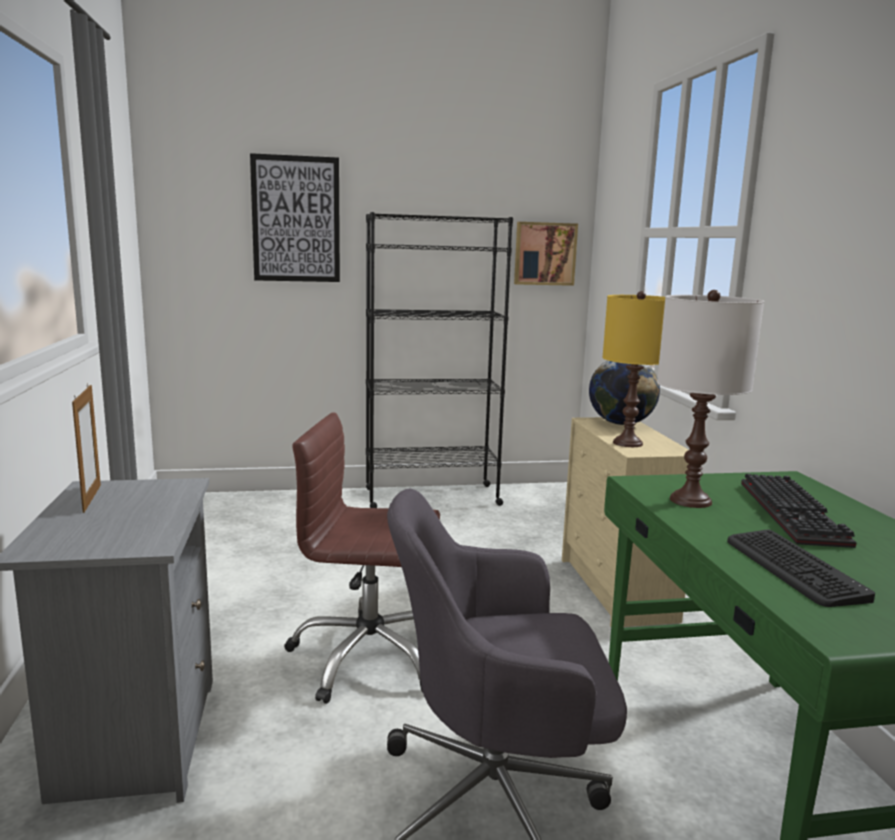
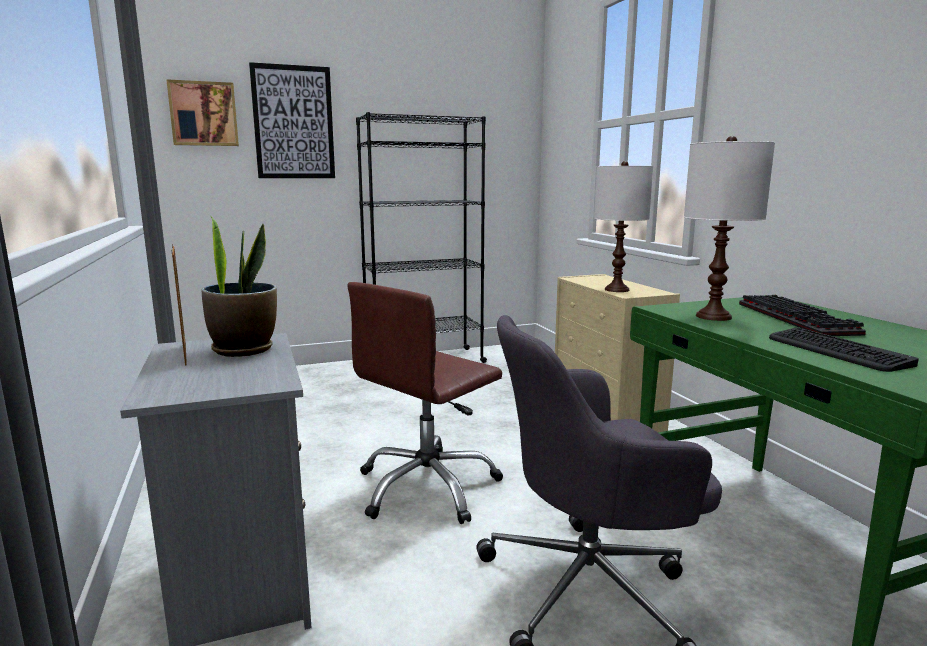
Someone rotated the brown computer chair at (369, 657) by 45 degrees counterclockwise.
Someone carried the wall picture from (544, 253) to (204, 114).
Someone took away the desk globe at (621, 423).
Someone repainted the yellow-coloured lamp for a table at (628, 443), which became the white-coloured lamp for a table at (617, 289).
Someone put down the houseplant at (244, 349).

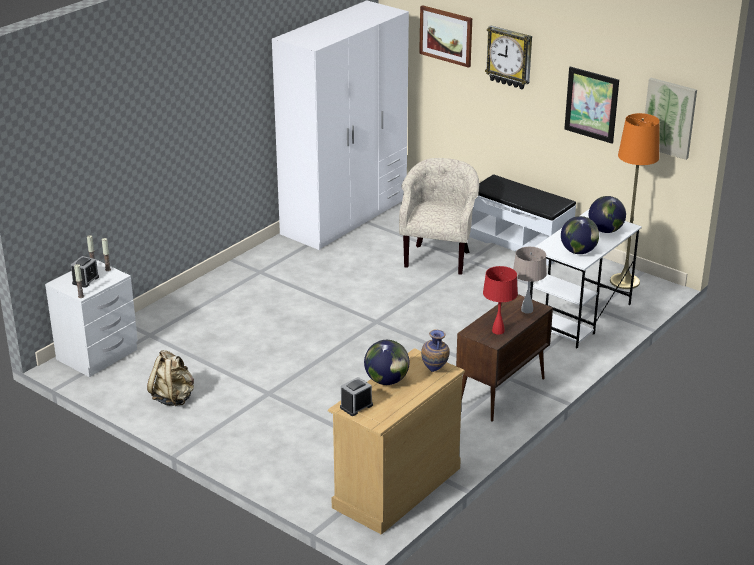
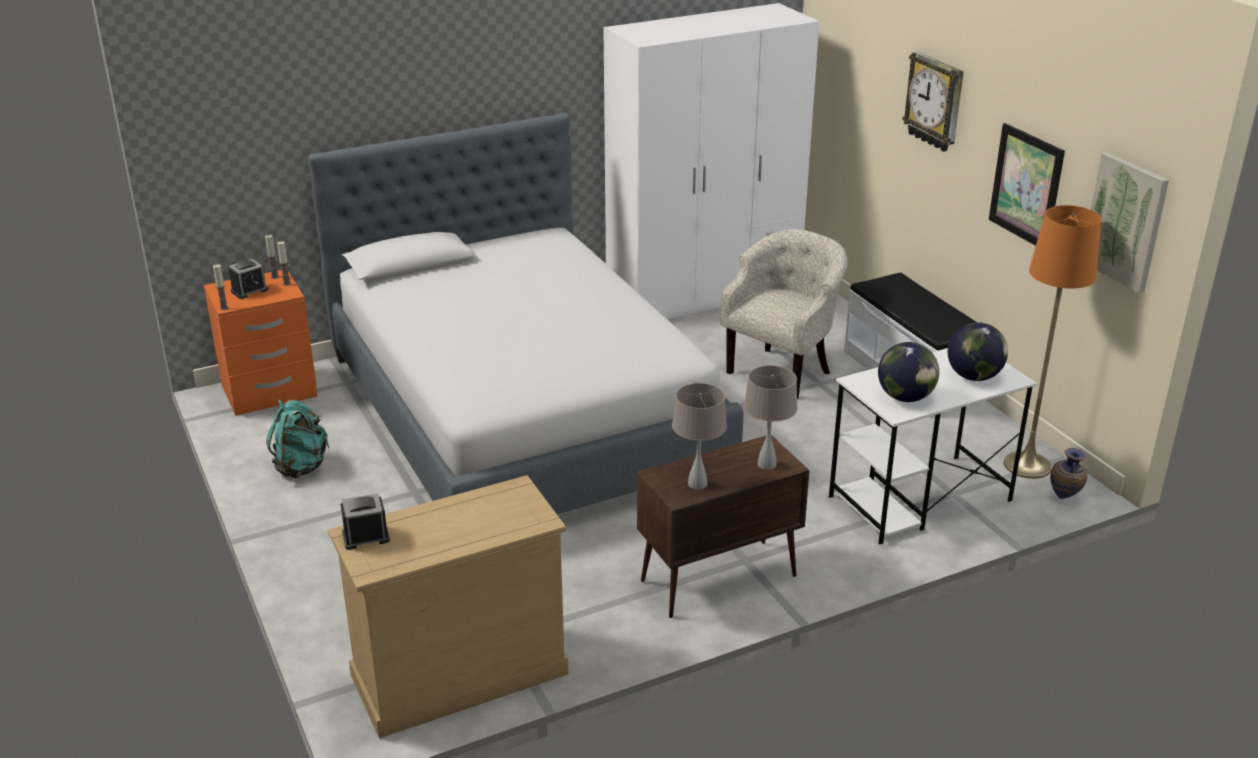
Someone repainted the white-coloured nightstand at (98, 355), which became the orange nightstand at (269, 392).
Someone repainted the sand-coloured backpack at (173, 398), which became the turquoise-coloured backpack at (301, 467).
Someone took away the desk globe at (387, 381).
Someone took away the wall picture at (446, 35).
Someone carried the flower vase from (435, 371) to (1064, 498).
Someone repainted the reddish lamp for a table at (498, 331), which became the sand-coloured lamp for a table at (697, 484).
Someone put down the bedroom bed at (522, 414).

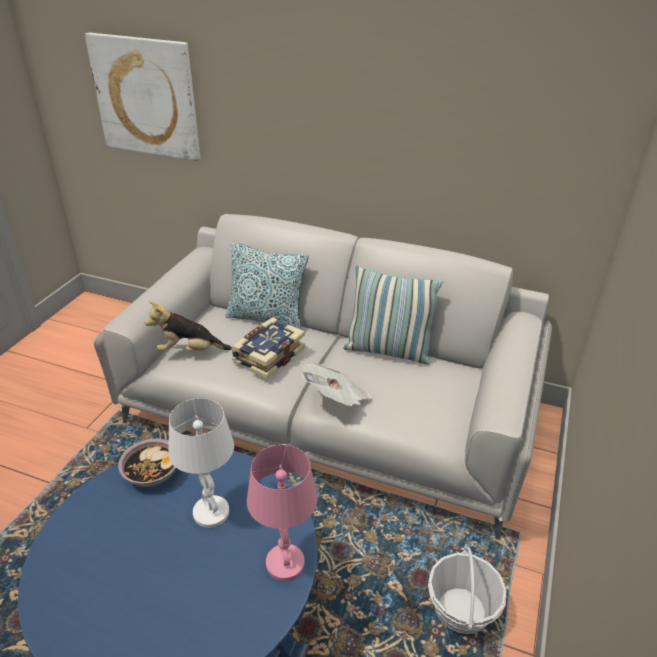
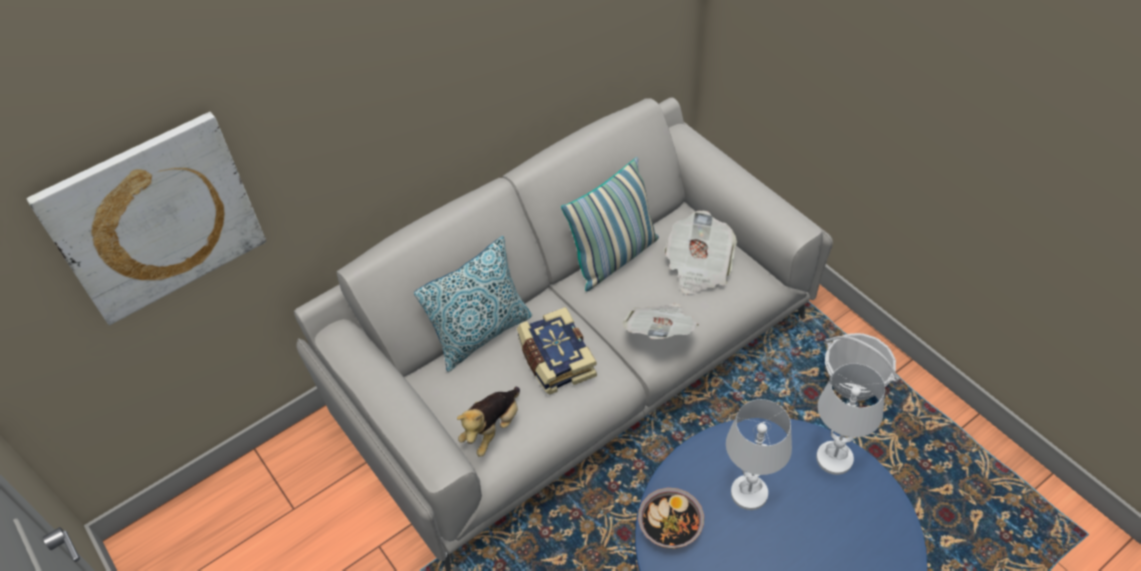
Someone repainted the pink lamp for a table at (284, 563), which became the white-coloured lamp for a table at (834, 458).
Someone put down the newspaper at (698, 267).

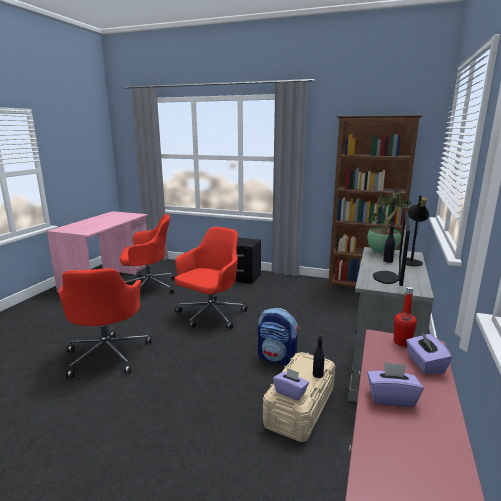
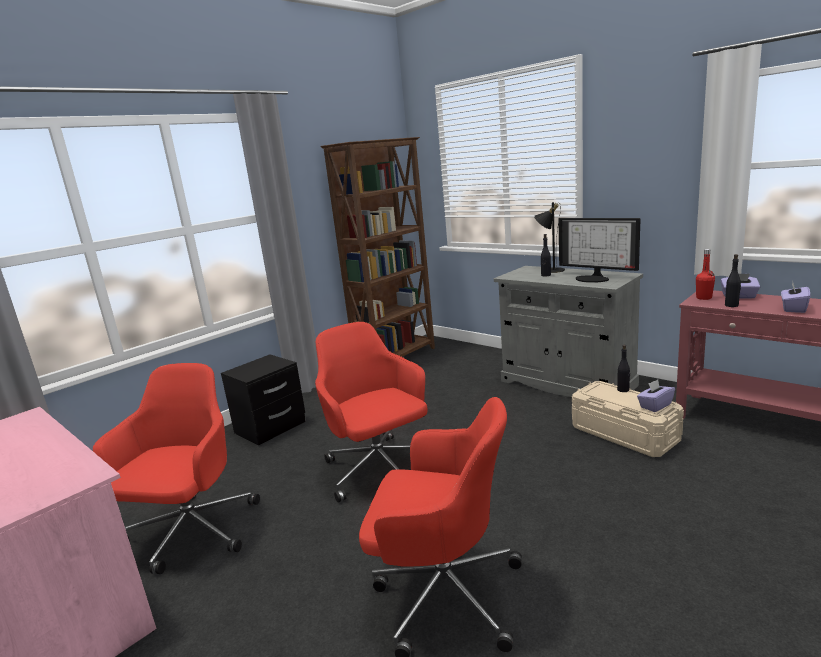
Someone took away the backpack at (277, 358).
Someone took away the houseplant at (382, 252).
Someone put down the black-coloured beverage bottle at (731, 305).

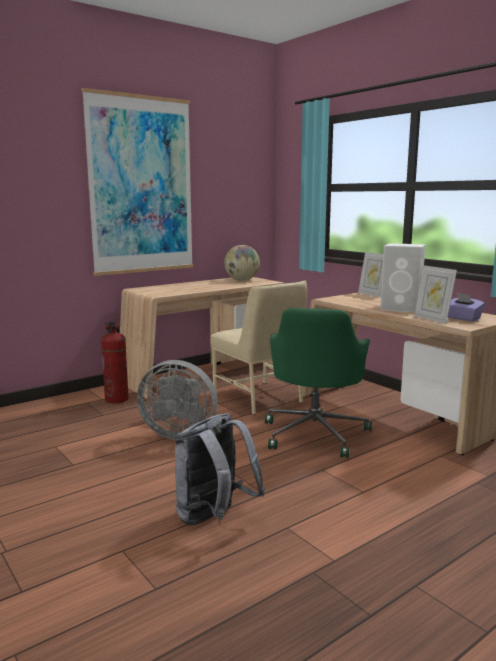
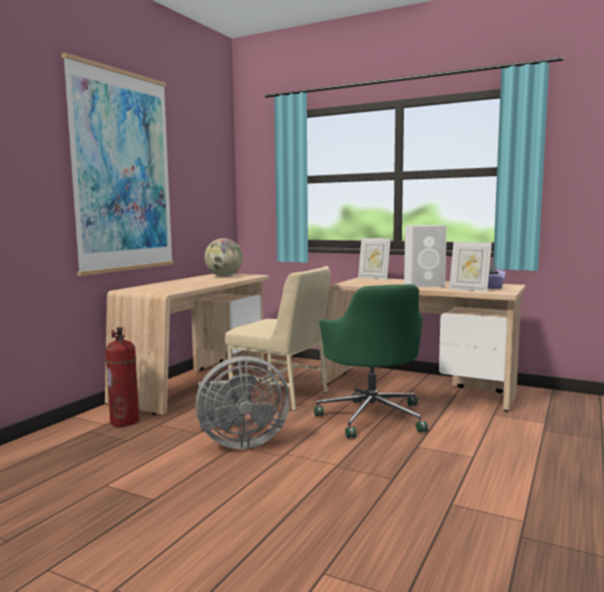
Someone took away the gray backpack at (214, 518).

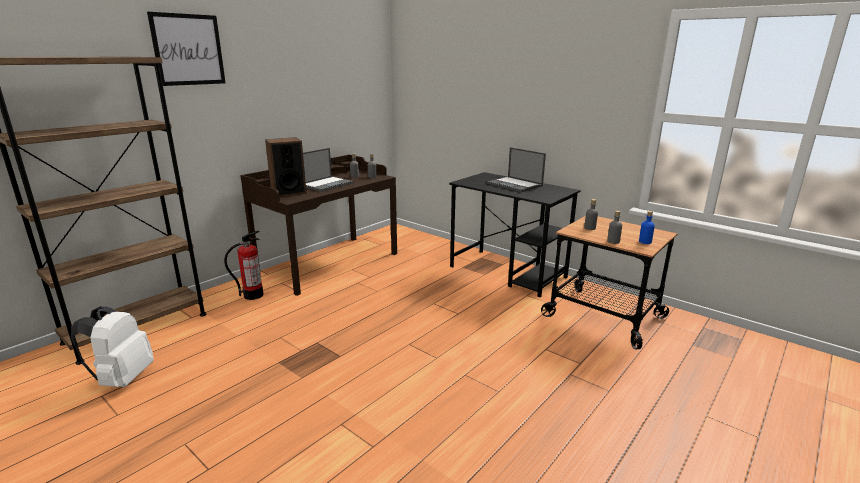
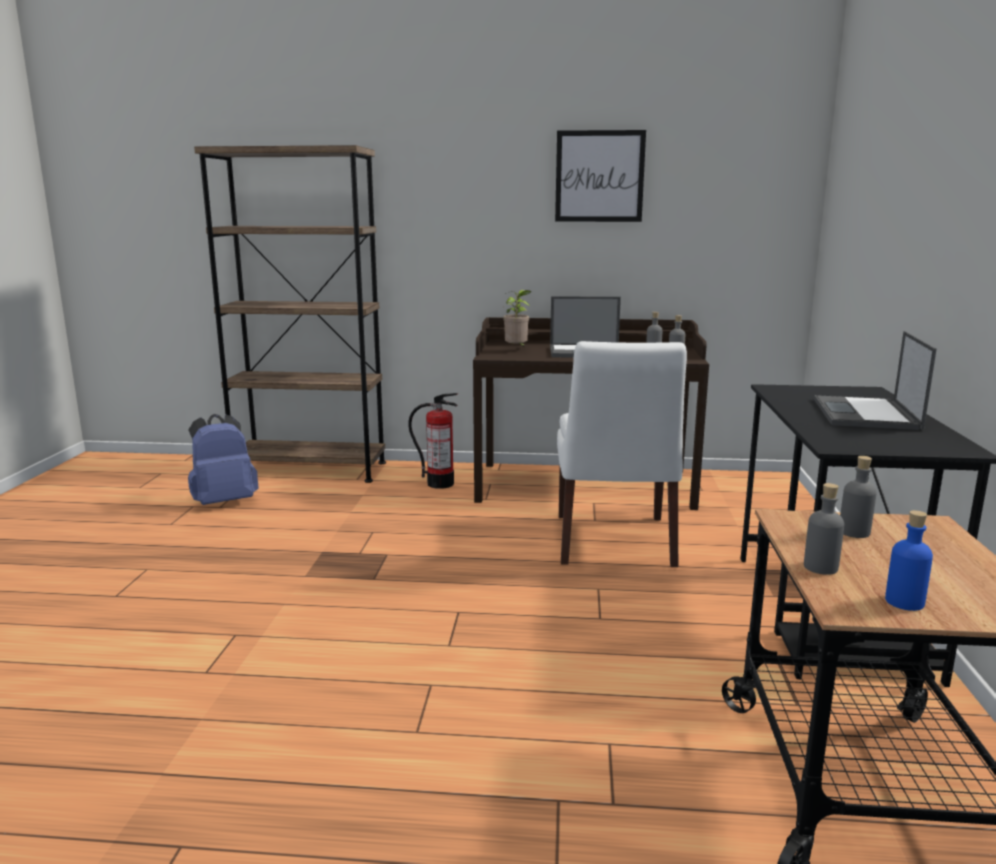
Someone repainted the white-coloured backpack at (122, 379), which became the blue backpack at (224, 501).
Someone carried the wall picture from (188, 50) to (599, 176).
Someone swapped the speaker at (288, 192) for the houseplant at (517, 350).
Someone put down the white-coloured upright chair at (614, 542).

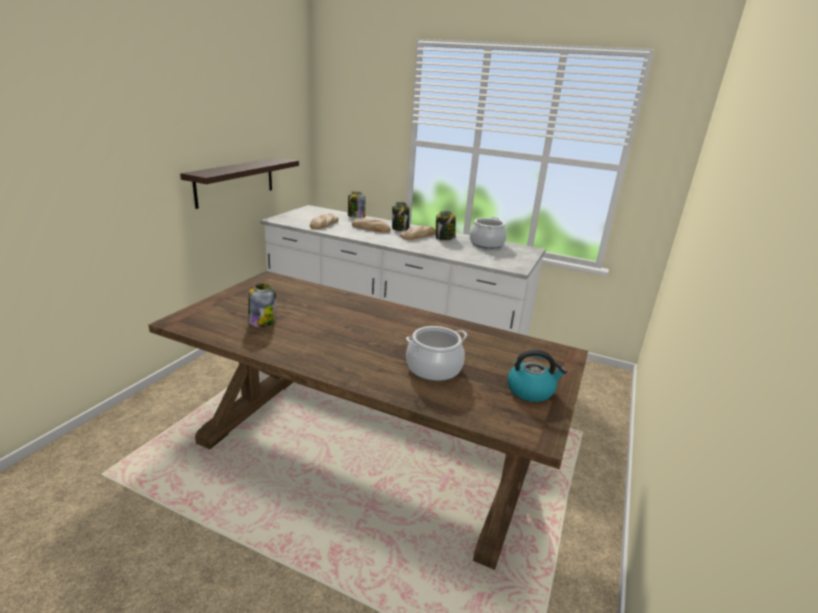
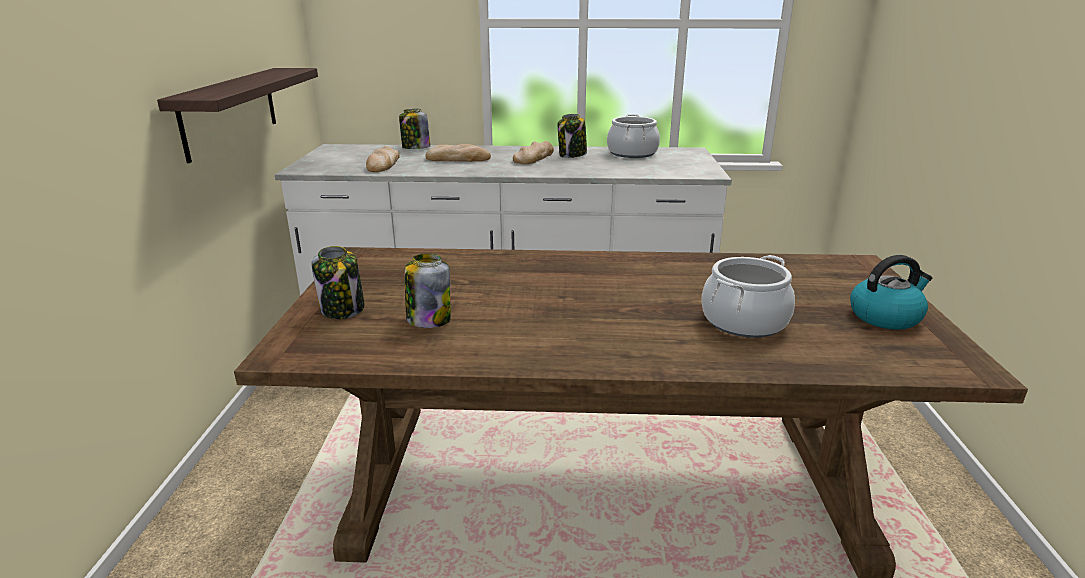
Someone carried the jar from (400, 228) to (343, 309).

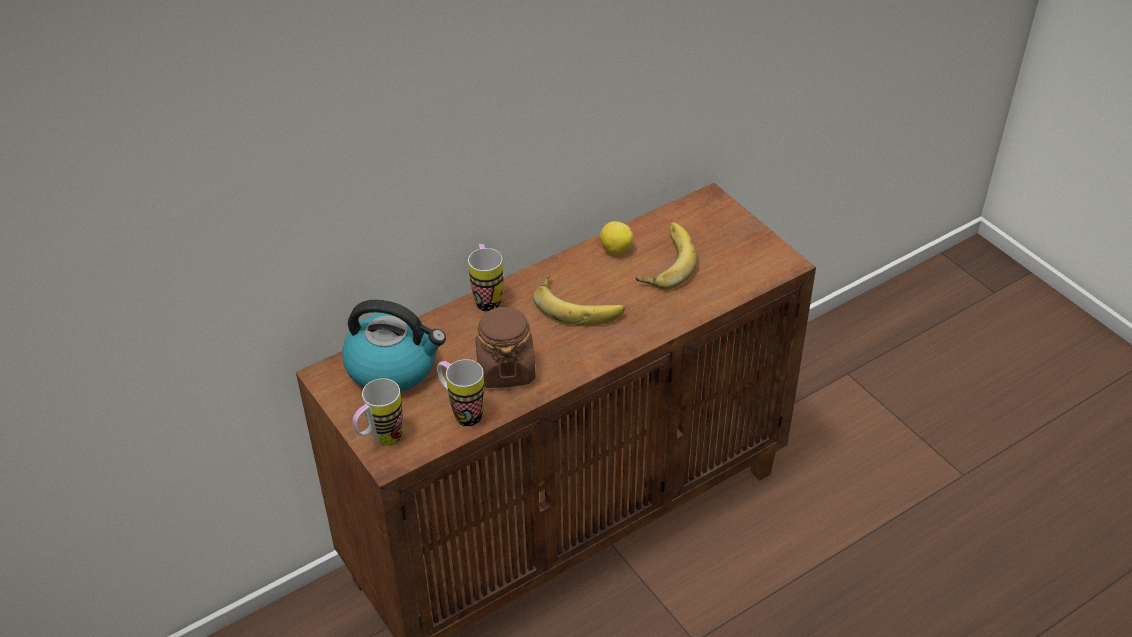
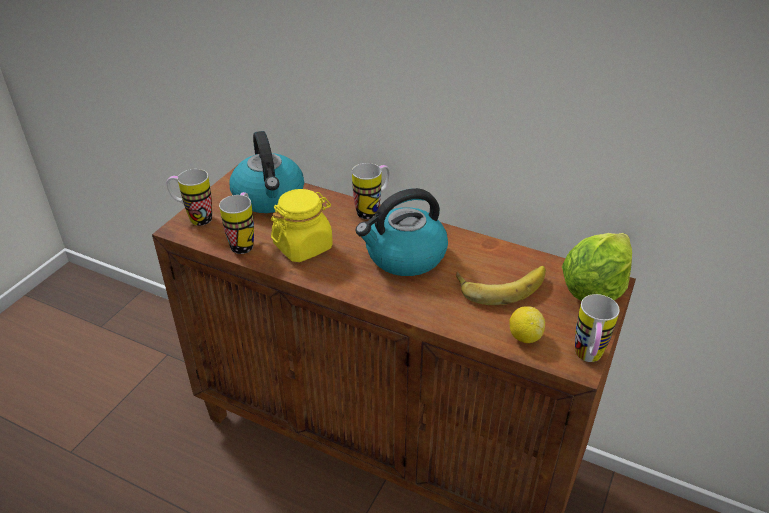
Someone repainted the brown jar at (505, 369), which became the yellow-coloured jar at (303, 246).
Someone swapped the banana at (579, 304) for the kettle at (404, 256).
Someone carried the lemon from (615, 249) to (524, 336).
Someone put down the lettuce at (593, 289).
Someone put down the tea mug at (588, 359).

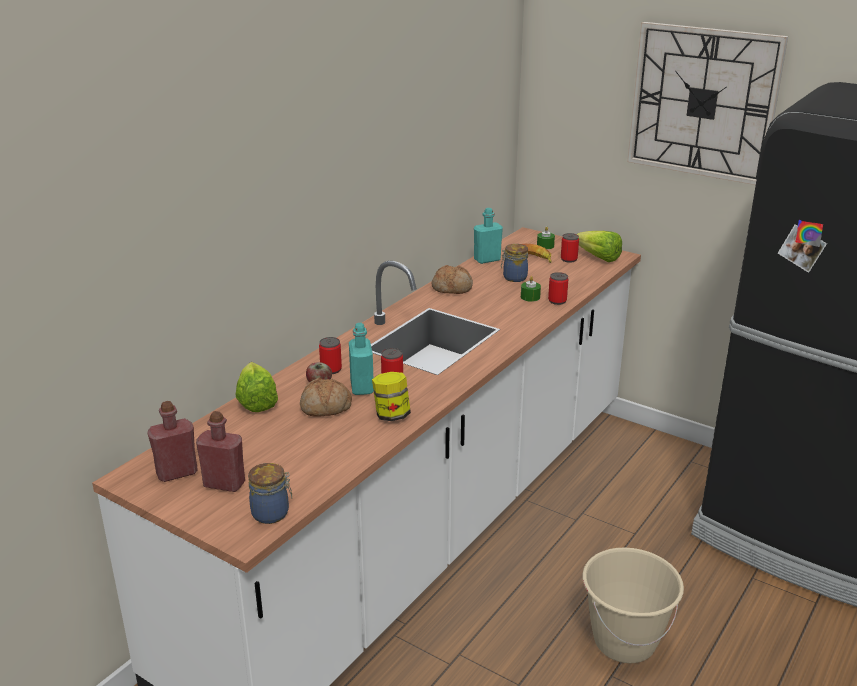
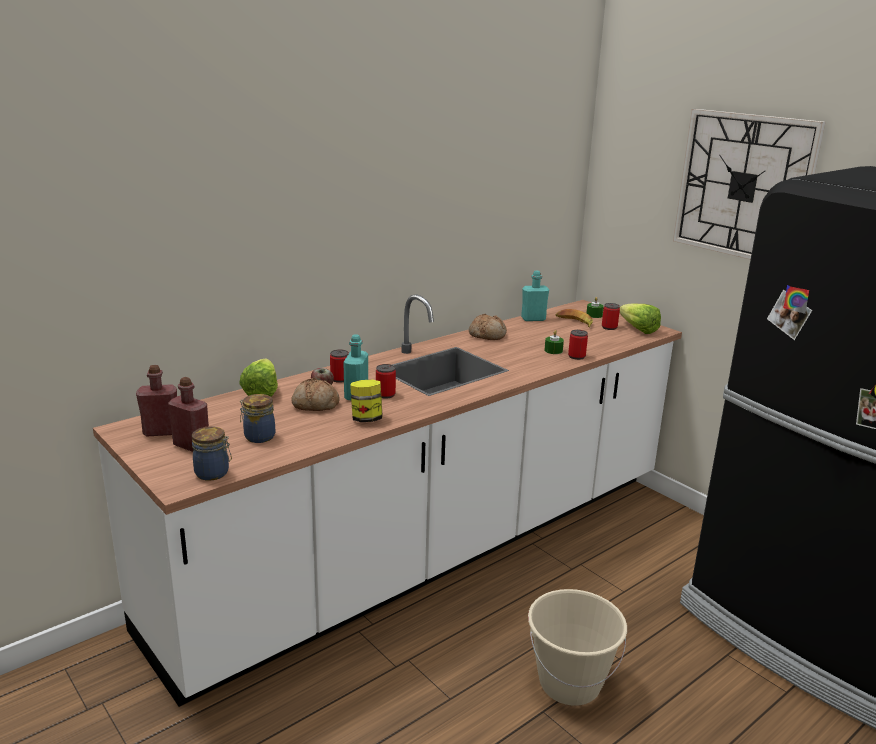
Someone carried the jar from (513, 278) to (258, 436).

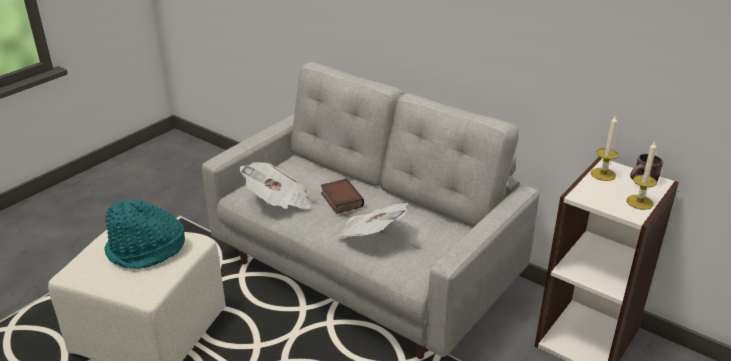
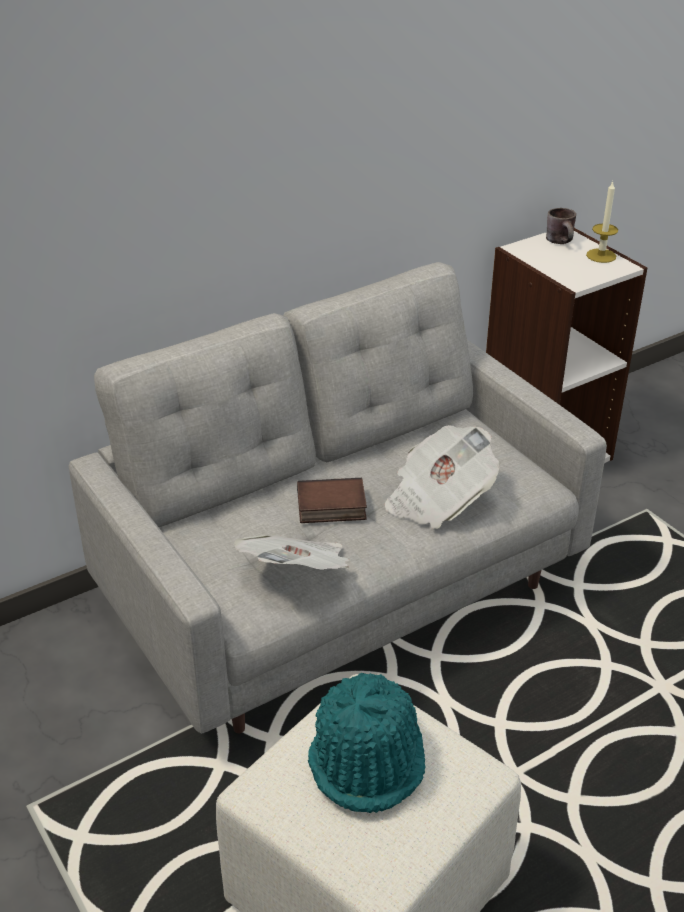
Someone took away the wax light at (603, 174).

